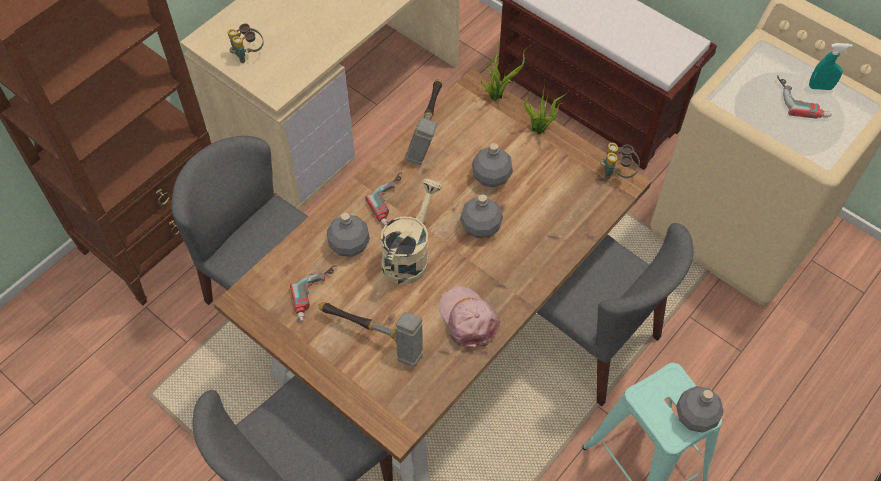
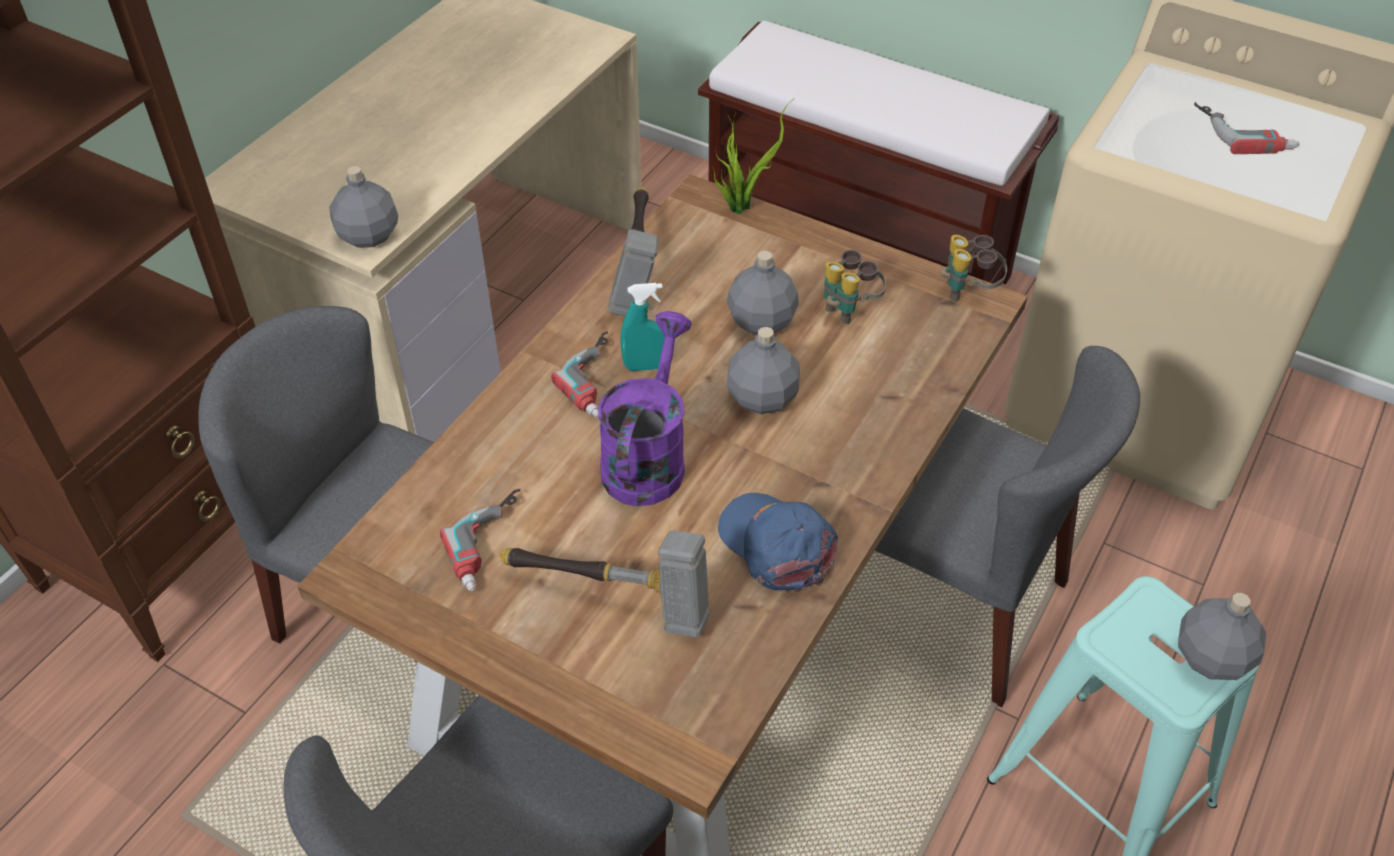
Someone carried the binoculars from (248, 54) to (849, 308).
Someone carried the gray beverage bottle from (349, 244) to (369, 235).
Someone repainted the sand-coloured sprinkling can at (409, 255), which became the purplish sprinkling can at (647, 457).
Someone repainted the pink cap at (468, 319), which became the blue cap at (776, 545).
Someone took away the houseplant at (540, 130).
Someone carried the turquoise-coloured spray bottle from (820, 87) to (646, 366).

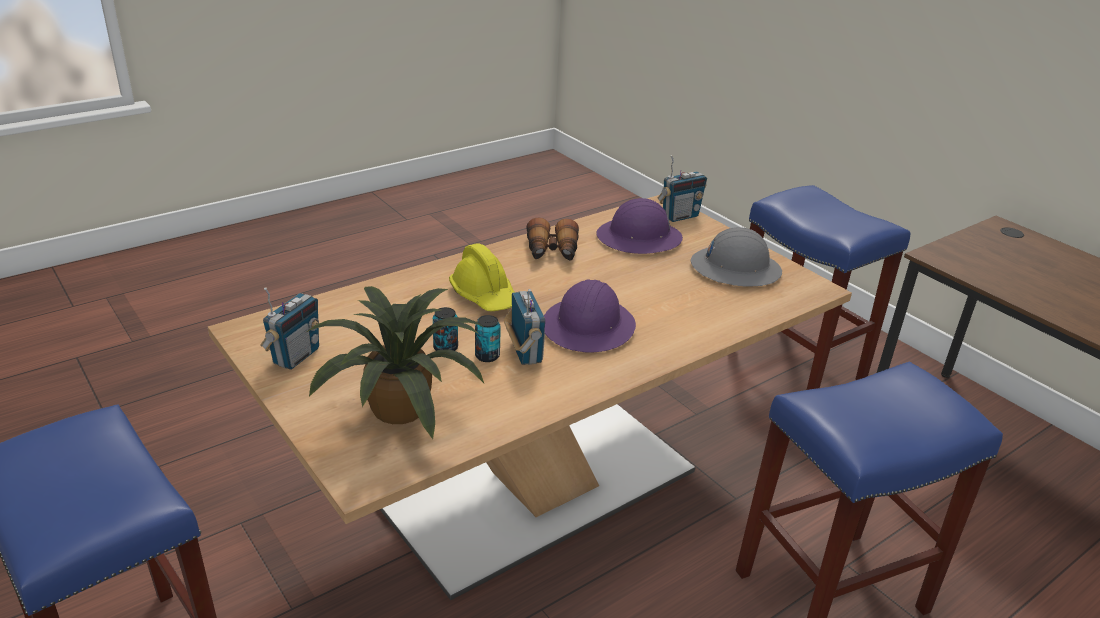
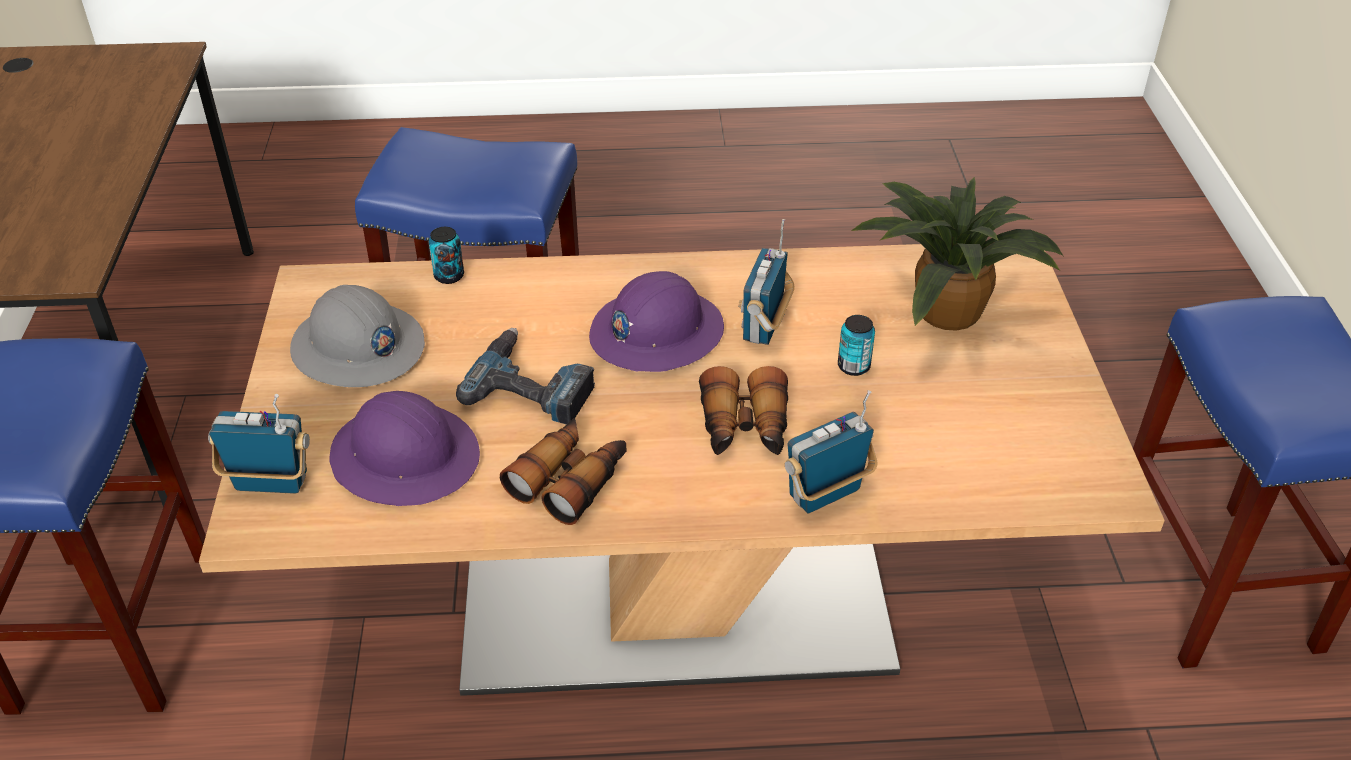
Someone carried the radio set from (295, 356) to (825, 494).
Someone swapped the yellow-coloured hard hat at (485, 296) for the binoculars at (744, 429).
Someone carried the can from (487, 356) to (449, 276).
Someone put down the electric drill at (532, 385).

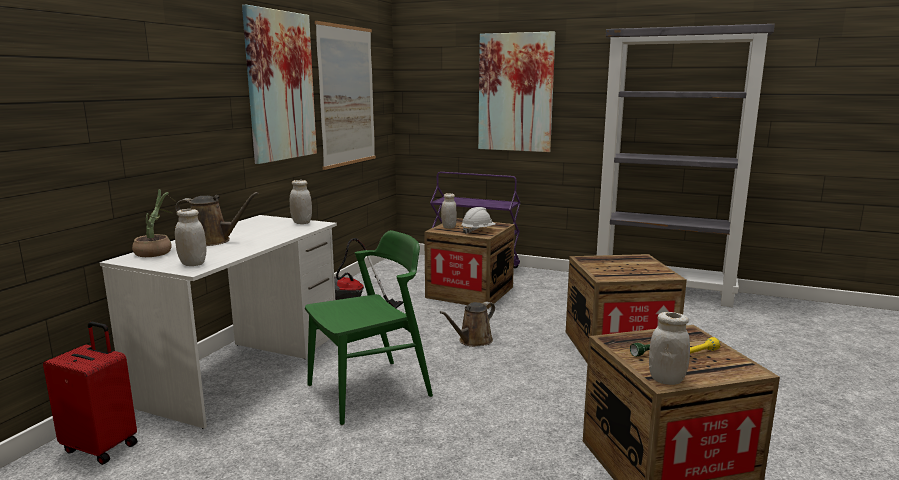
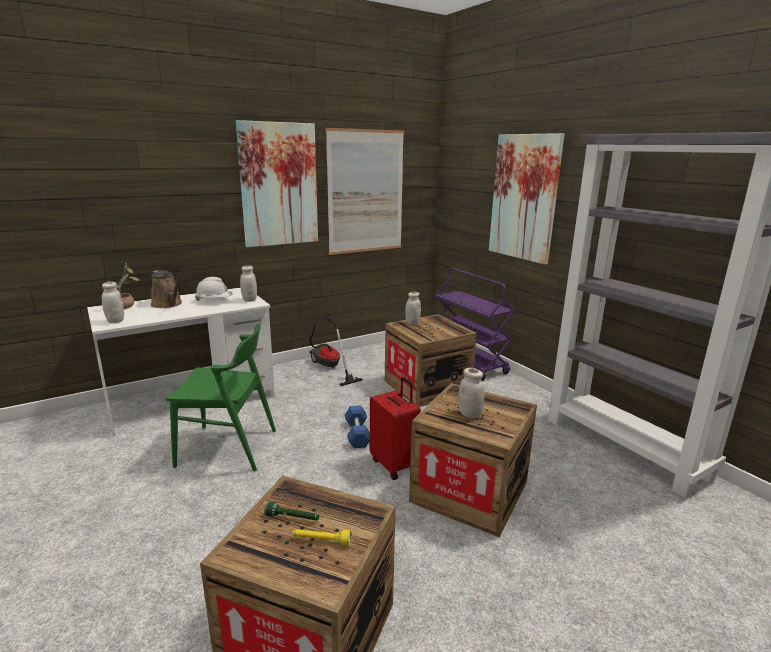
Someone carried the reddish piece of luggage from (102, 447) to (394, 465).
Someone swapped the brown sprinkling can at (473, 341) for the blue hand weight at (357, 434).
Someone carried the white-coloured hard hat from (478, 231) to (214, 301).
Someone carried the white-coloured jar from (666, 379) to (469, 414).

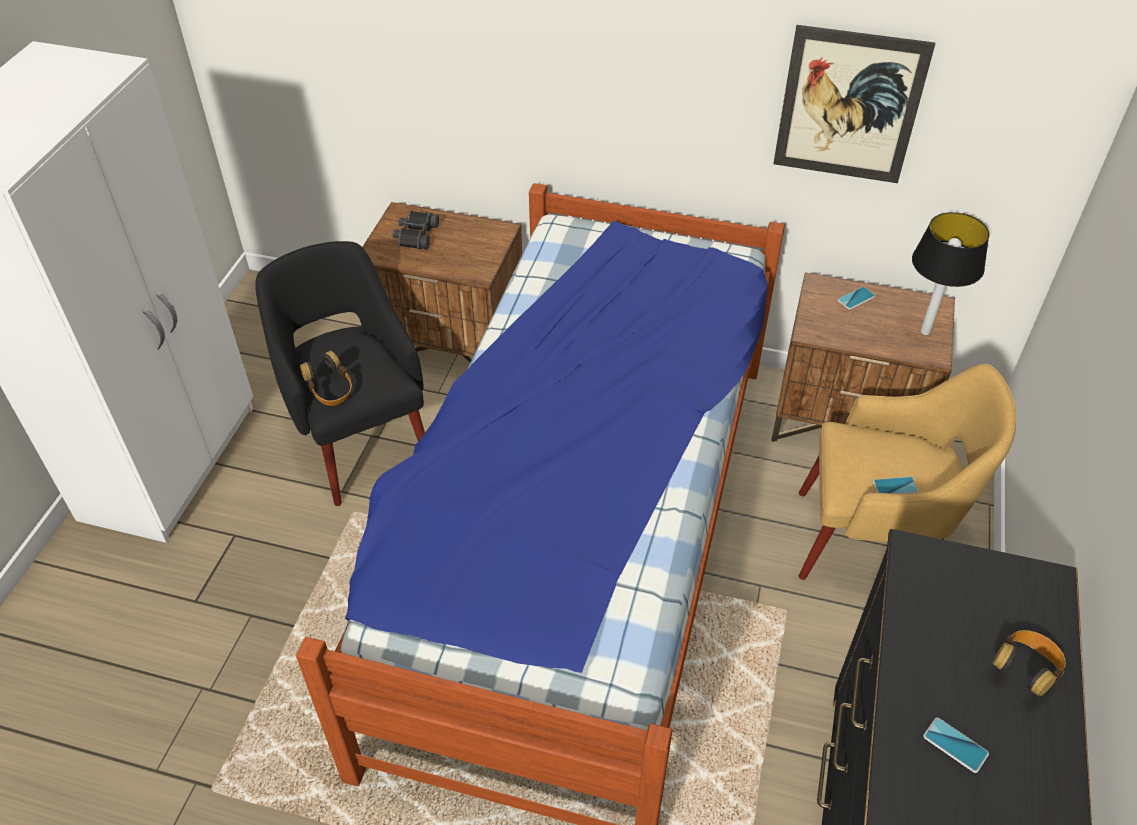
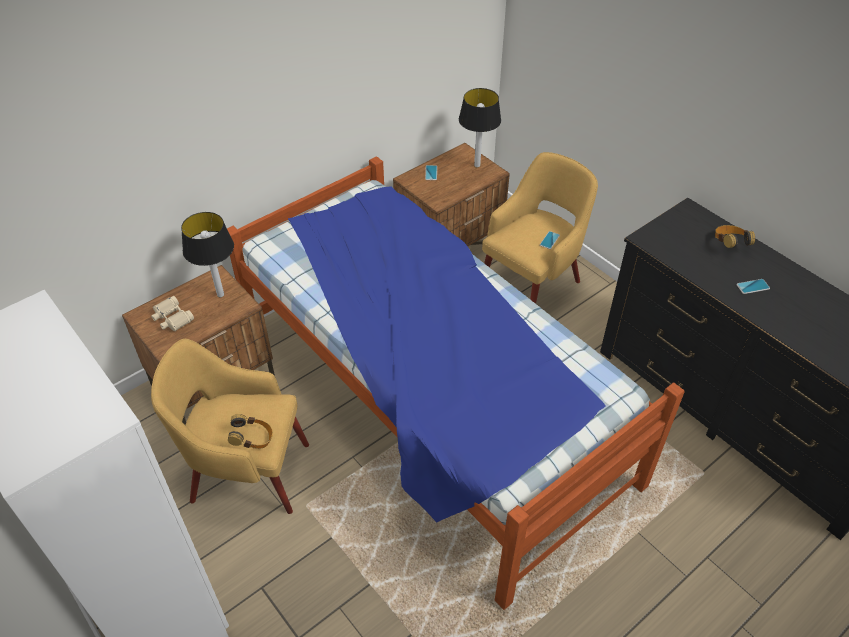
Someone repainted the black-coloured easy chair at (360, 439), which became the yellow-coloured easy chair at (246, 471).
Someone repainted the black-coloured binoculars at (415, 235), which became the sand-coloured binoculars at (172, 318).
Someone took away the wall picture at (849, 106).
Someone put down the lamp for a table at (220, 295).

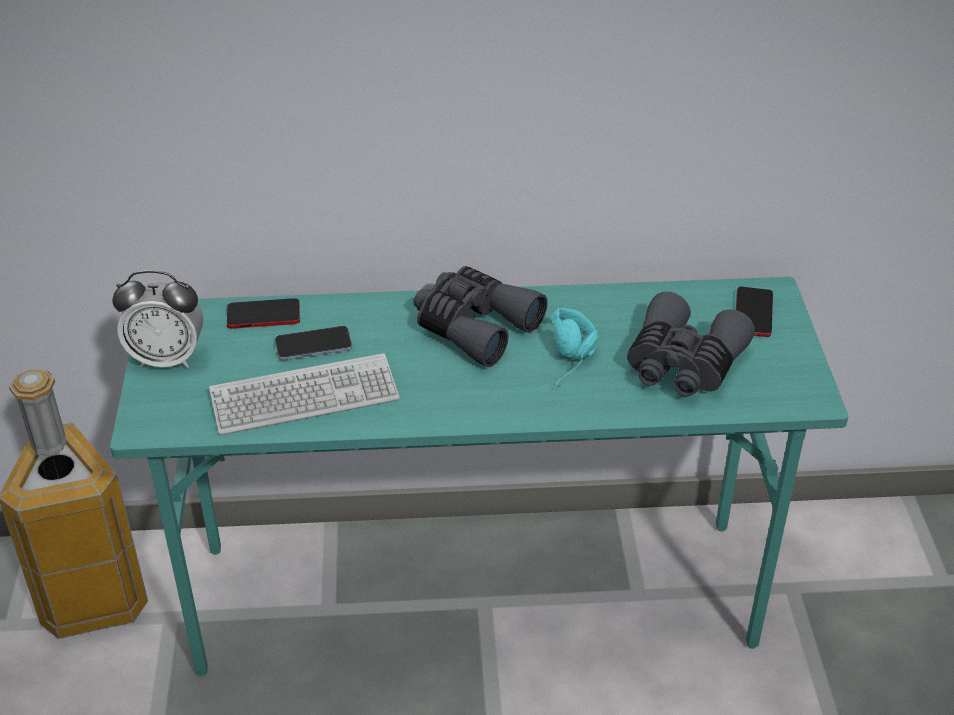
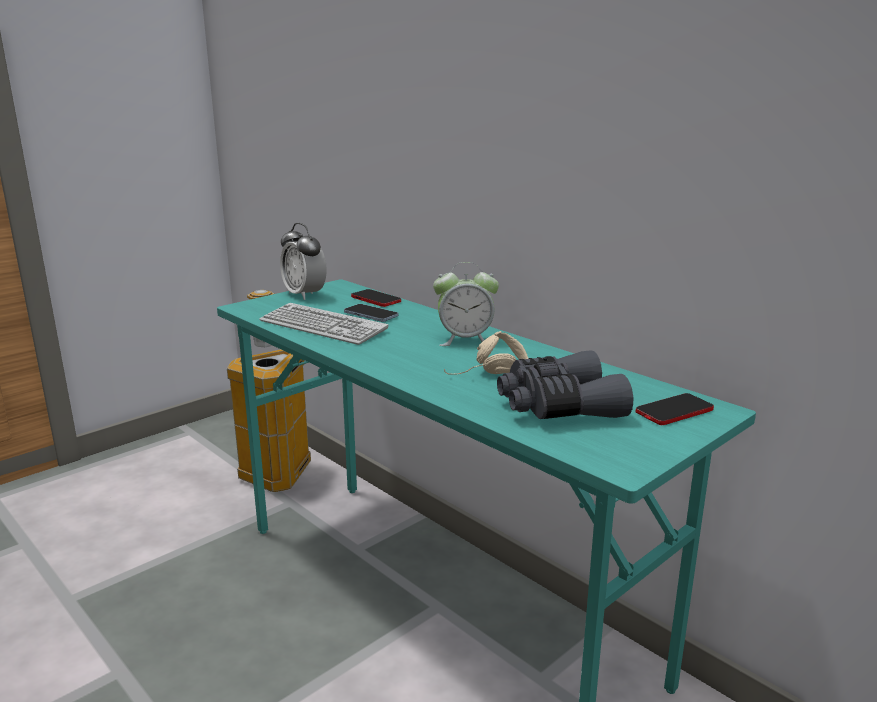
Someone swapped the gray binoculars at (474, 326) for the bedside clock at (465, 340).
Someone repainted the turquoise-coloured pair of headphones at (576, 361), which became the sand-coloured pair of headphones at (488, 375).

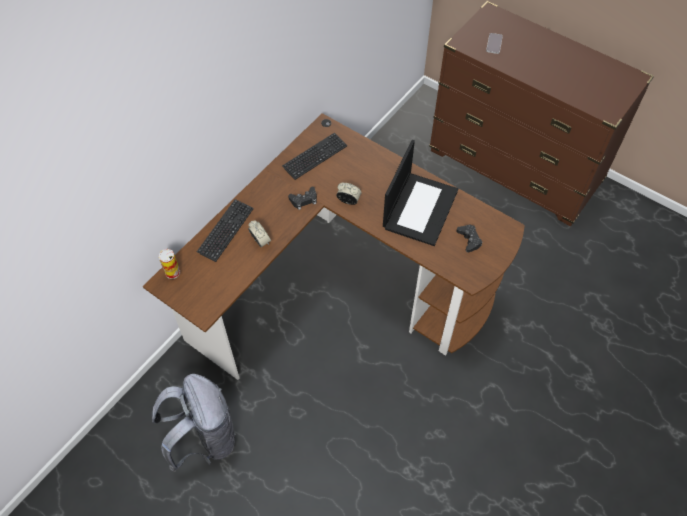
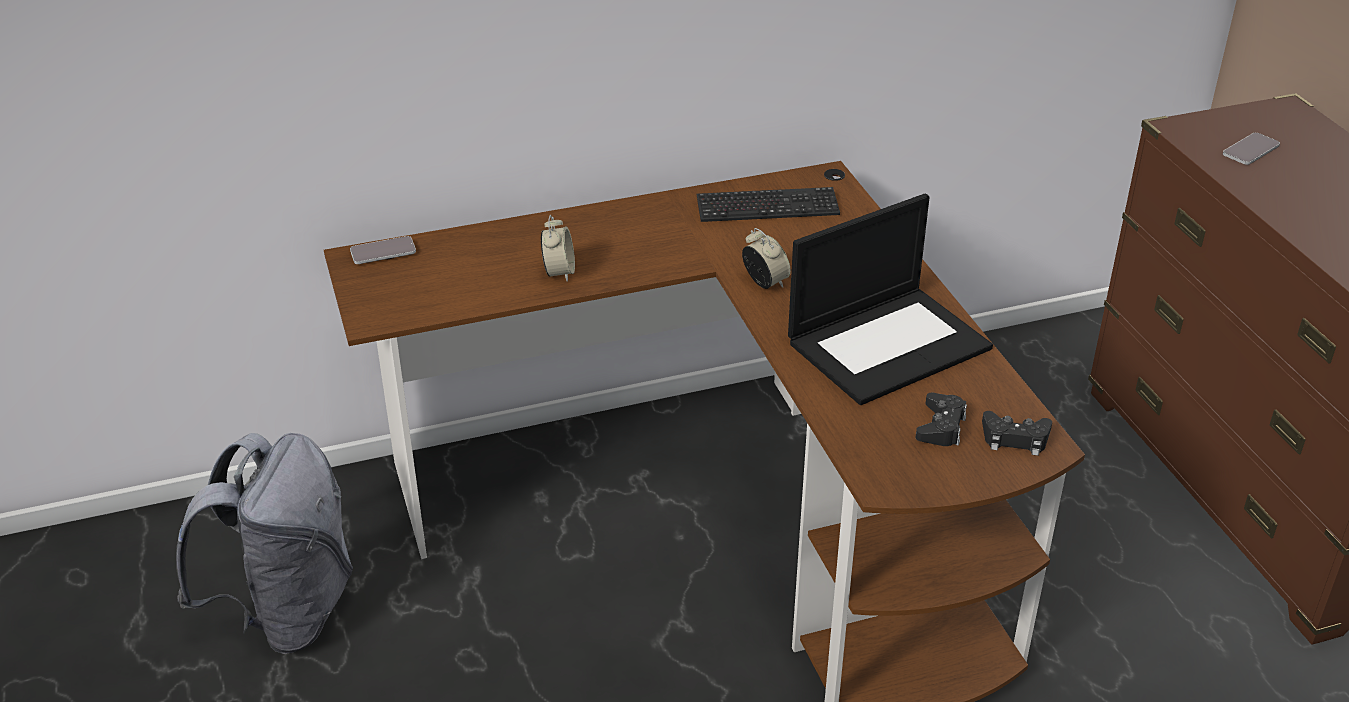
Someone swapped the can at (172, 272) for the handset at (383, 251).
Someone took away the PC keyboard at (225, 231).
Someone carried the black-coloured joypad from (304, 200) to (1015, 438).

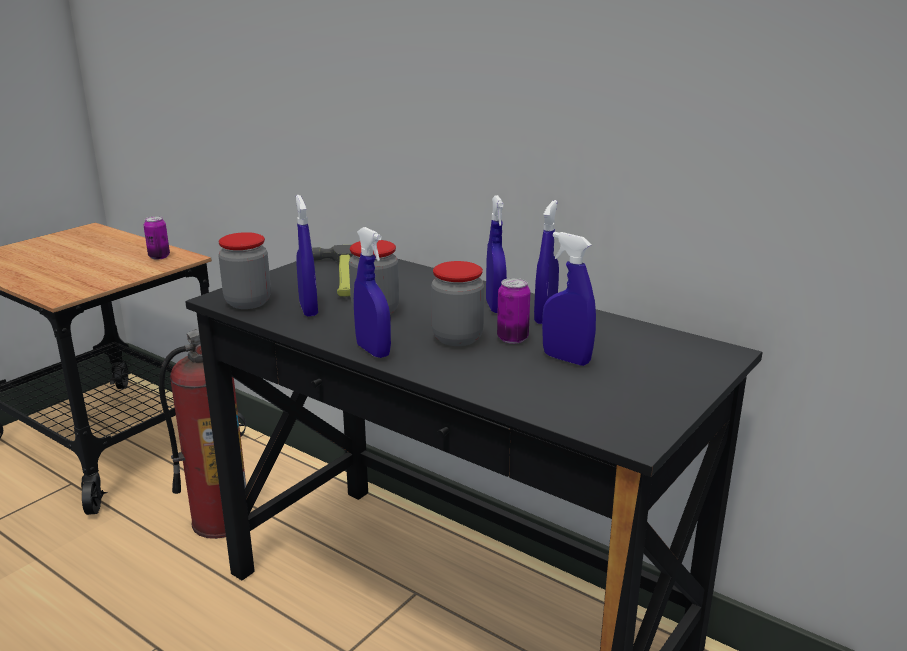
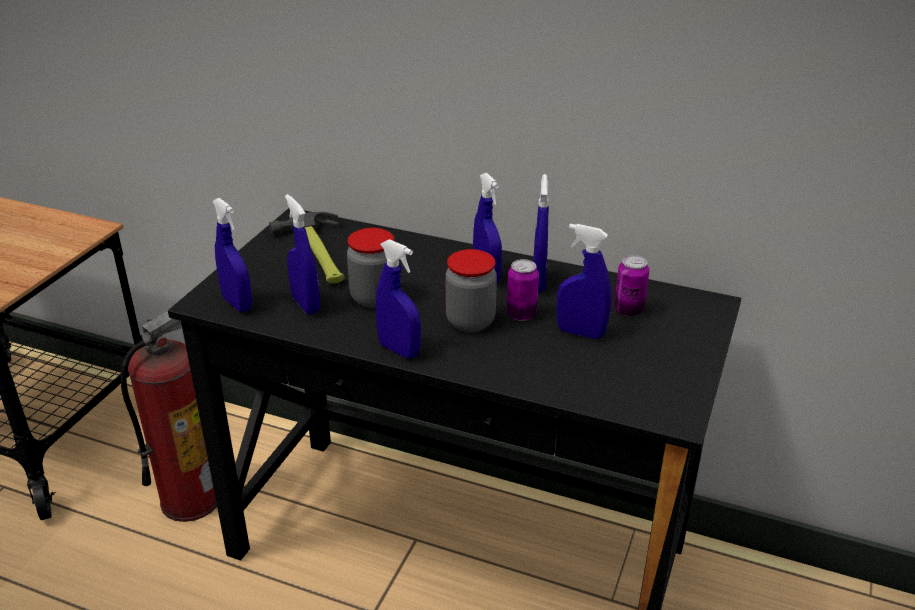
Someone carried the can from (159, 257) to (628, 310).
Someone swapped the jar at (248, 302) for the blue spray bottle at (237, 304).

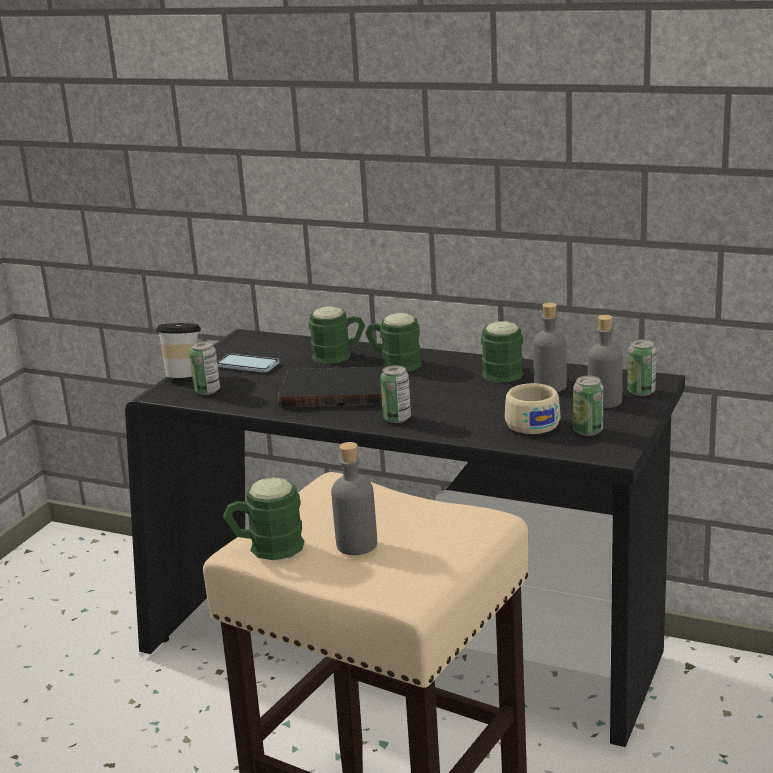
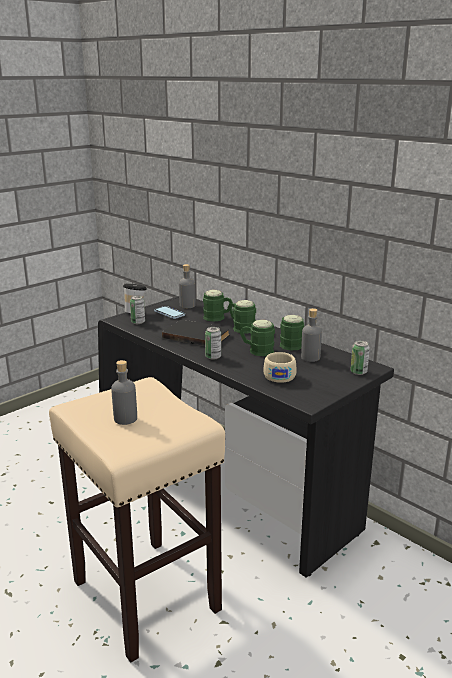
Someone carried the greenish tea mug from (266, 547) to (256, 350).
Someone took away the can at (588, 431).
Someone carried the gray beverage bottle from (604, 401) to (187, 305).

